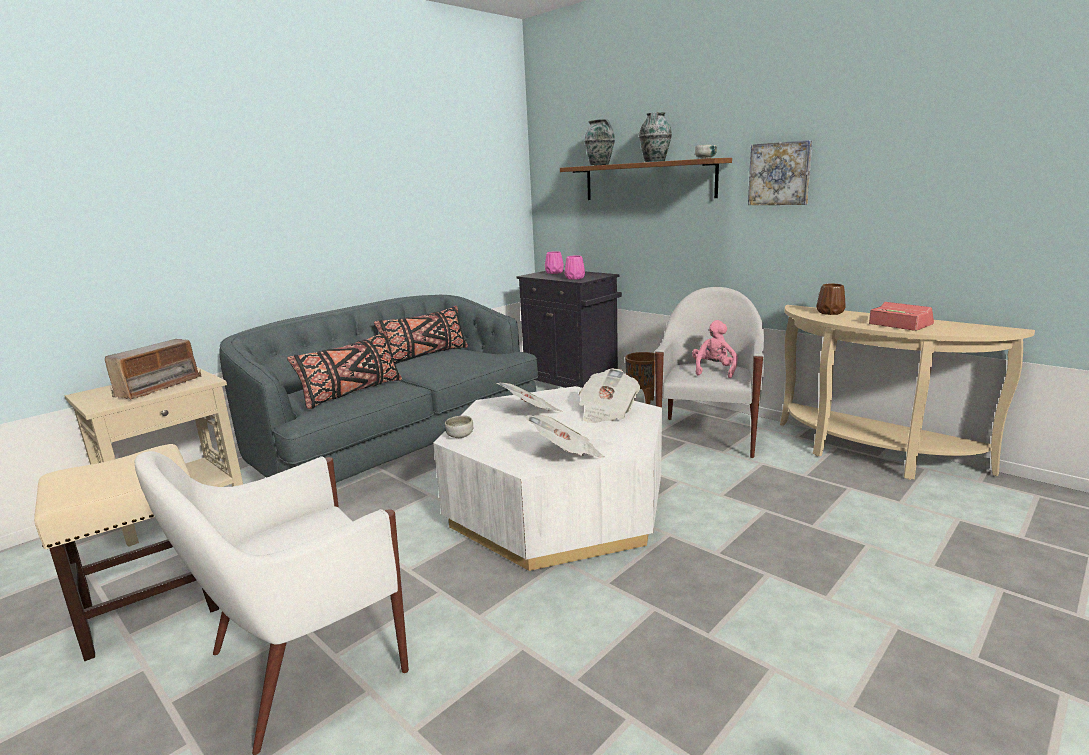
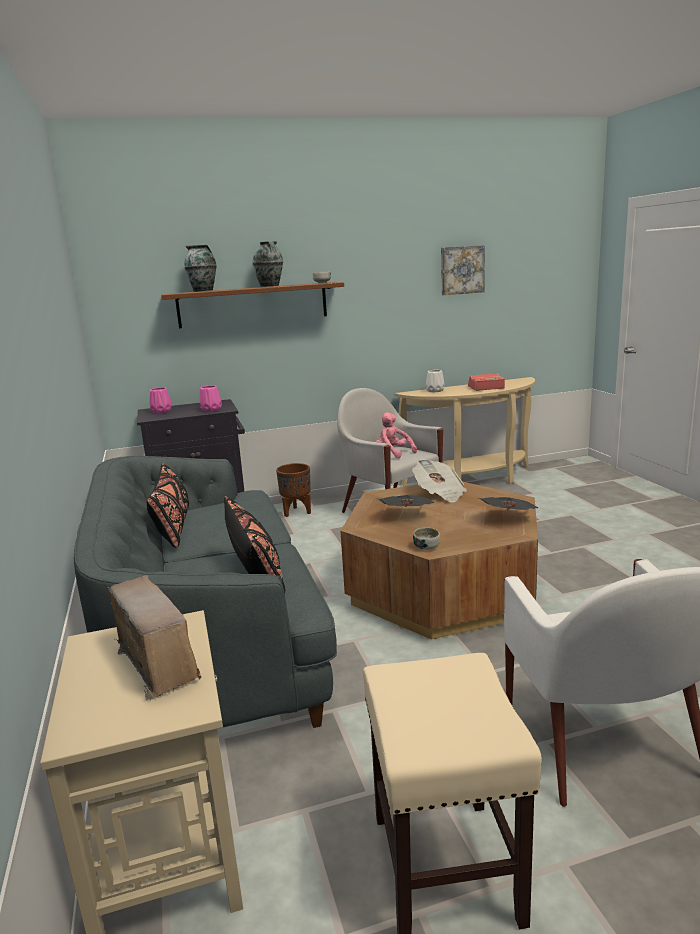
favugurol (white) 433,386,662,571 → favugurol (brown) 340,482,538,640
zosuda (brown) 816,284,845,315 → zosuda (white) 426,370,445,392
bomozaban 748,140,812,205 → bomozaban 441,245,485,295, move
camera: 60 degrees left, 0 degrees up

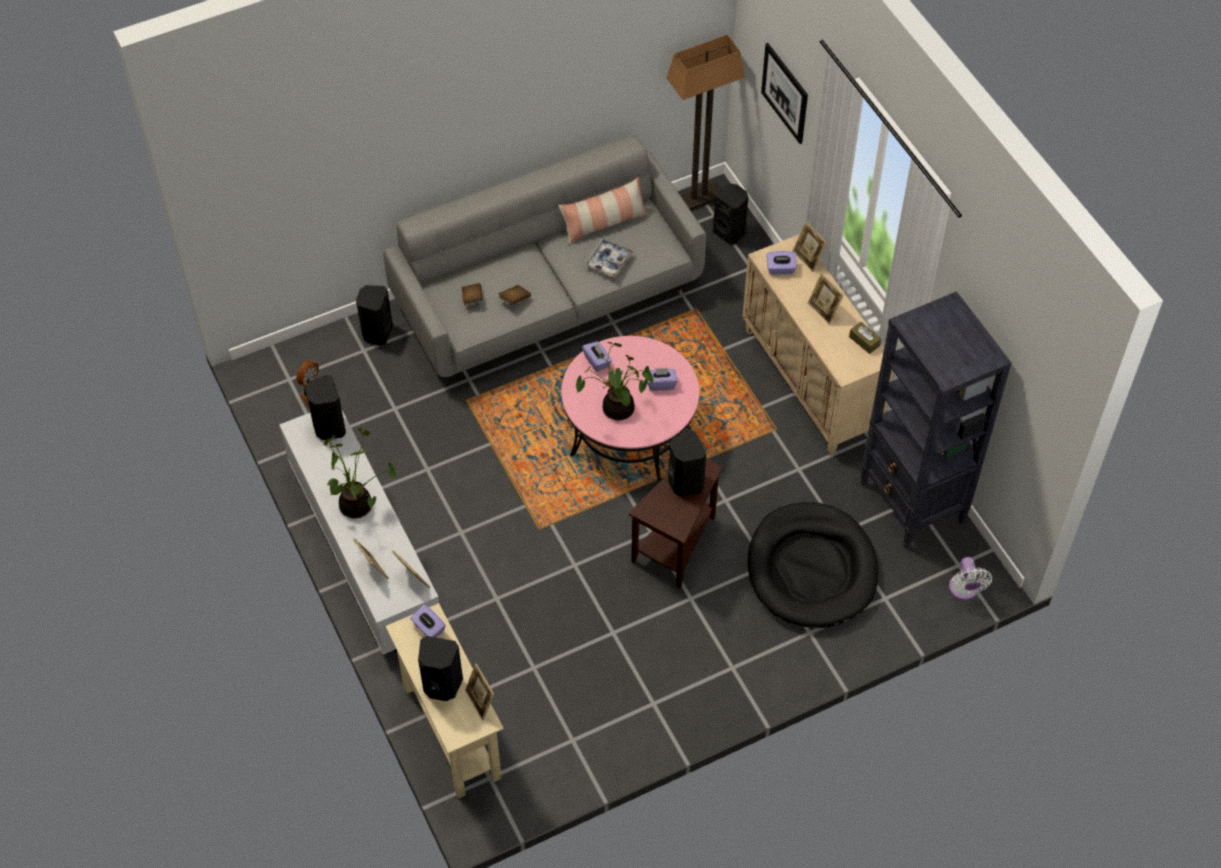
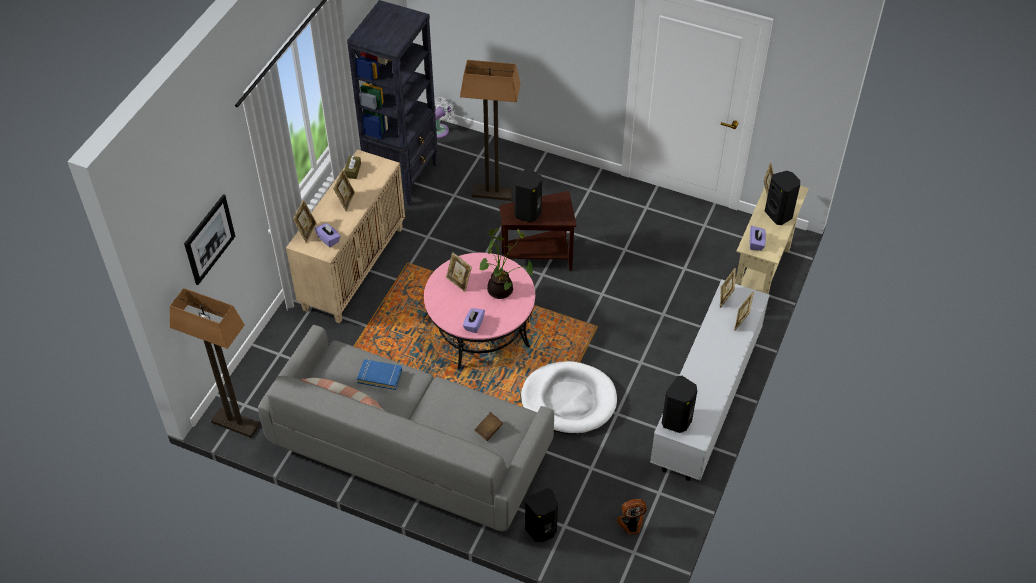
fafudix 584,238,634,277 → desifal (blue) 357,359,402,390
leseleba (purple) 648,368,677,391 → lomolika 446,252,472,292
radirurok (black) 748,502,878,628 → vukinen 460,60,521,201
- → radirurok (white) 521,361,617,434
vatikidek 323,427,397,518 → -
desifal (brown) 499,285,531,305 → -
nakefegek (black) 713,183,748,245 → -
camera: 130 degrees left, 5 degrees down

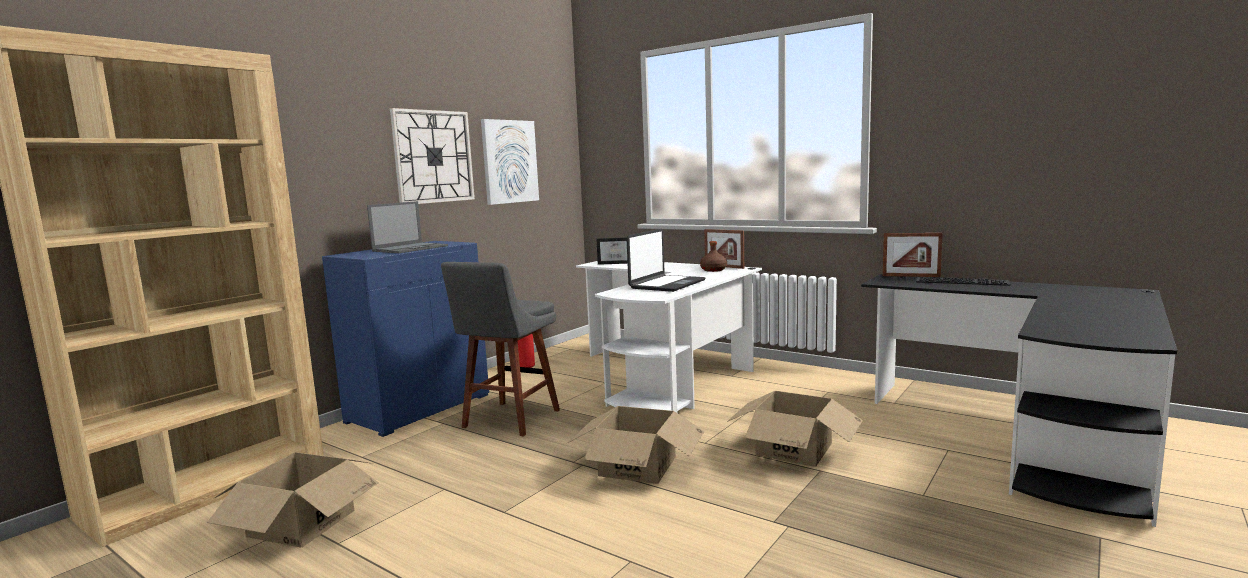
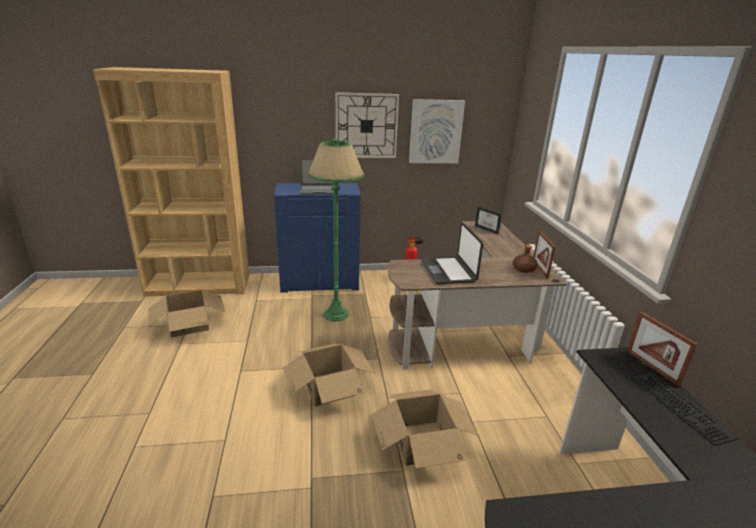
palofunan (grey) 441,262,560,437 → vukinen (green) 308,138,364,321
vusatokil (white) 576,261,762,413 → vusatokil (brown) 388,221,567,370
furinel 626,229,705,292 → furinel 422,222,483,284, 90 degrees clockwise
camera: 45 degrees right, 15 degrees up

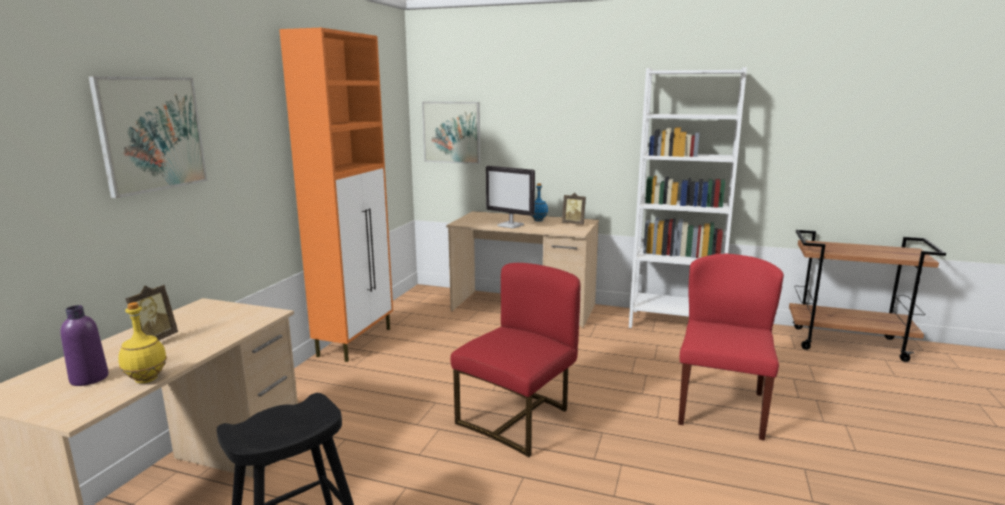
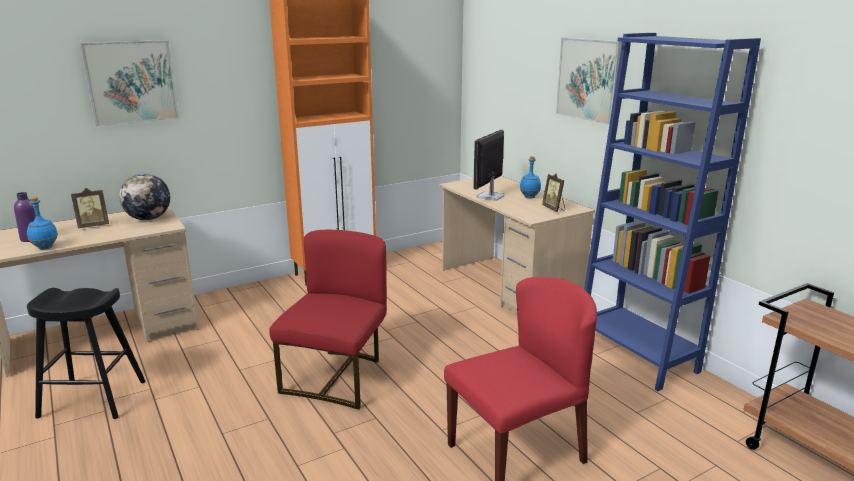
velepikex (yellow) 118,302,167,383 → velepikex (blue) 27,197,58,250
- → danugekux 119,173,170,220
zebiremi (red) 450,263,580,457 → zebiremi (red) 269,230,387,410, 60 degrees counterclockwise
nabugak 486,166,535,228 → nabugak 473,130,505,201, 45 degrees clockwise
bomozaban 422,102,480,164 → bomozaban 556,38,622,125, move
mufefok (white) 629,67,747,328 → mufefok (blue) 584,33,761,391
camera: 40 degrees right, 5 degrees up

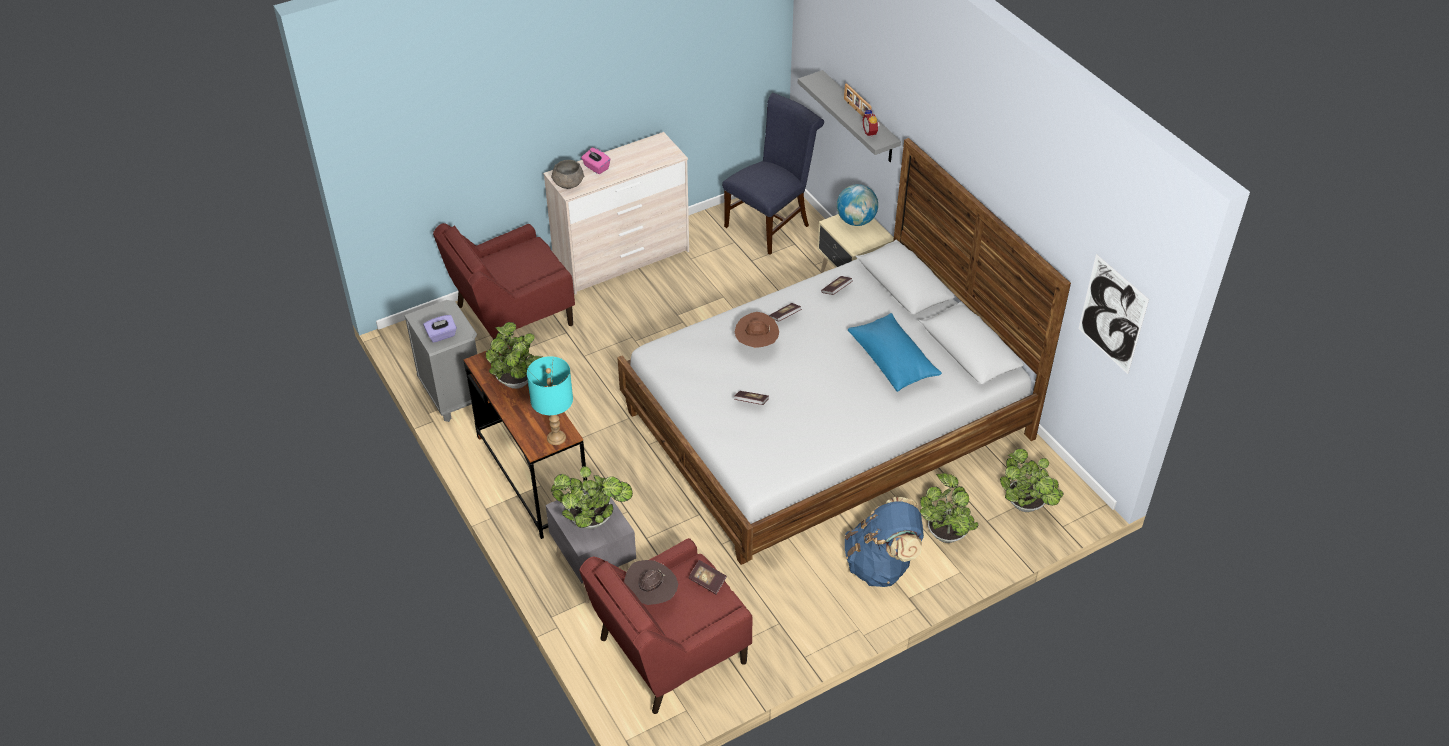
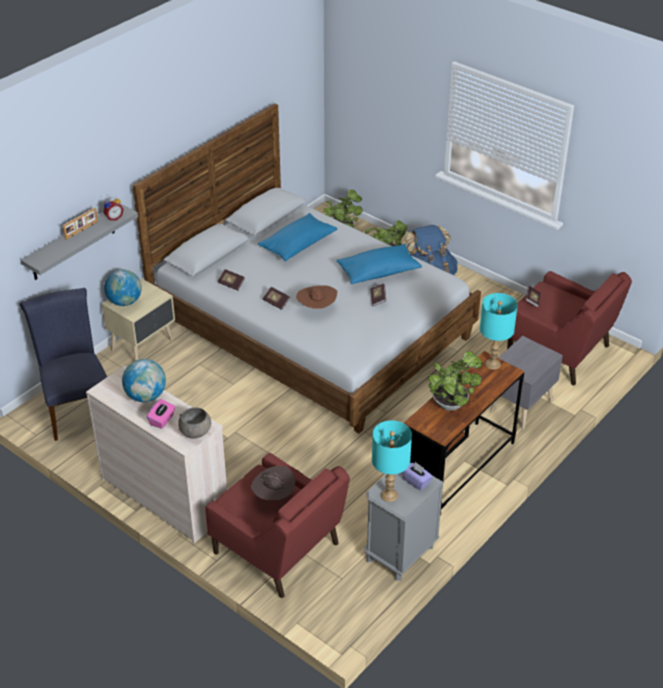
zebiremi (blue) 722,93,824,255 → zebiremi (blue) 20,288,107,441, 45 degrees clockwise
- → danugekux 122,359,166,402
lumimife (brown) 624,560,678,605 → lumimife (brown) 251,466,296,500, move
- → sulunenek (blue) 337,244,422,284
- → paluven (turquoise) 372,420,412,502
vatikidek 551,466,633,529 → -
bomozaban 1078,254,1149,374 → -
camera: 110 degrees left, 5 degrees down

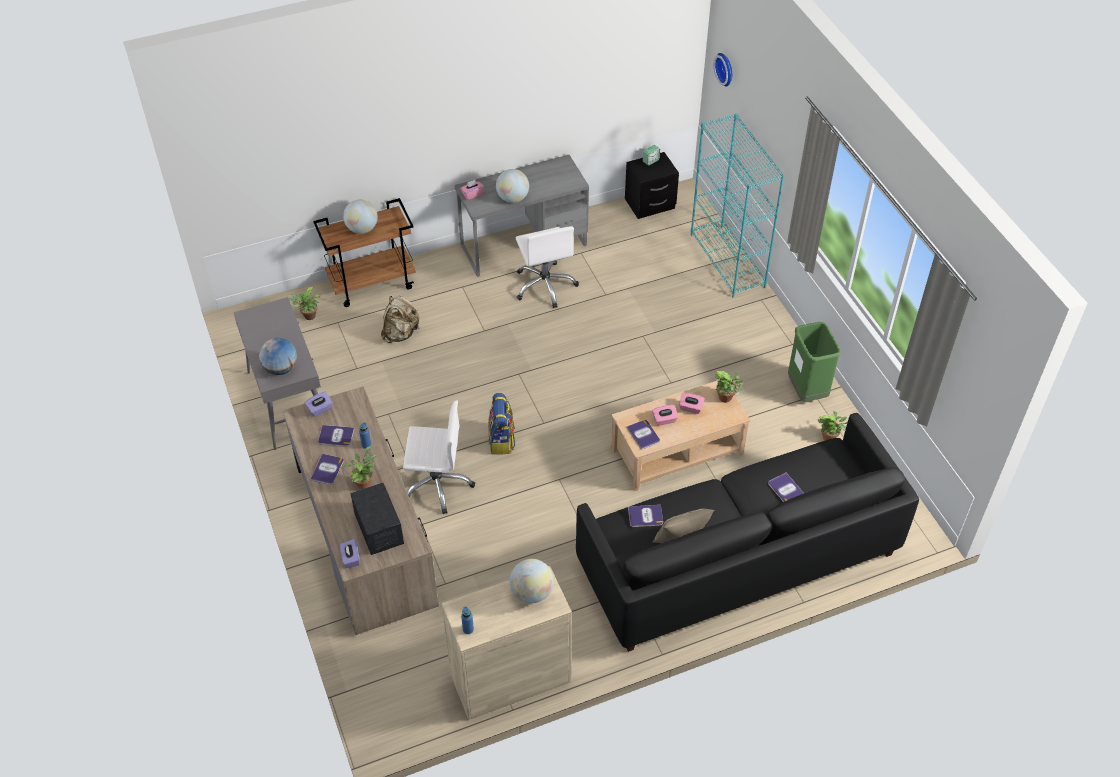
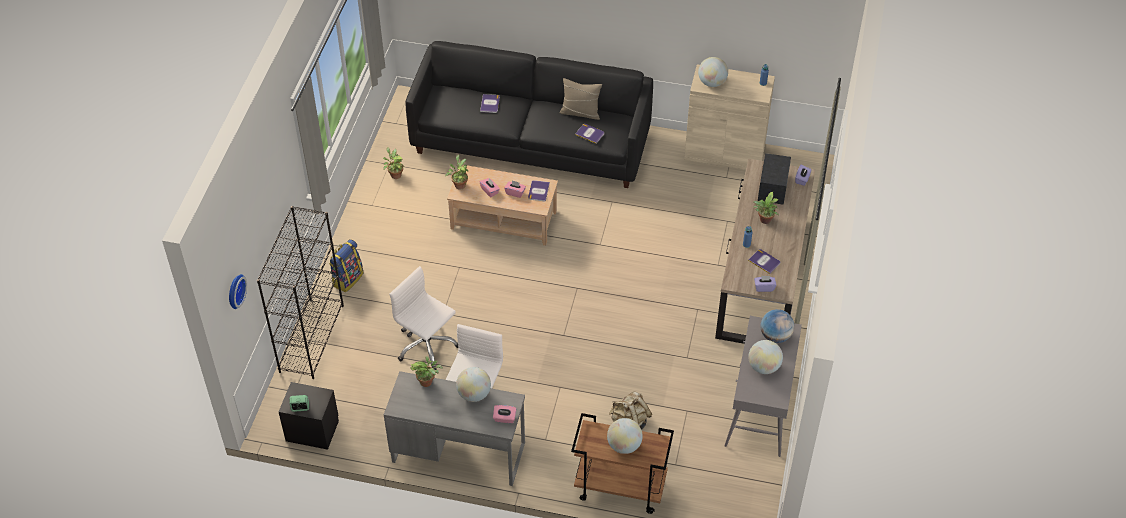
mufefok (turquoise) 691,114,784,298 → mufefok (black) 257,206,344,379
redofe 488,393,516,455 → redofe 329,239,364,292, move
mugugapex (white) 403,400,475,514 → mugugapex (white) 389,266,458,370, move
vatikidek 289,287,320,320 → vatikidek 410,356,443,387, move
- → danugekux 748,340,783,374
desifal 310,454,344,485 → -
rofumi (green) 788,322,841,402 → -
camera: 145 degrees left, 0 degrees up

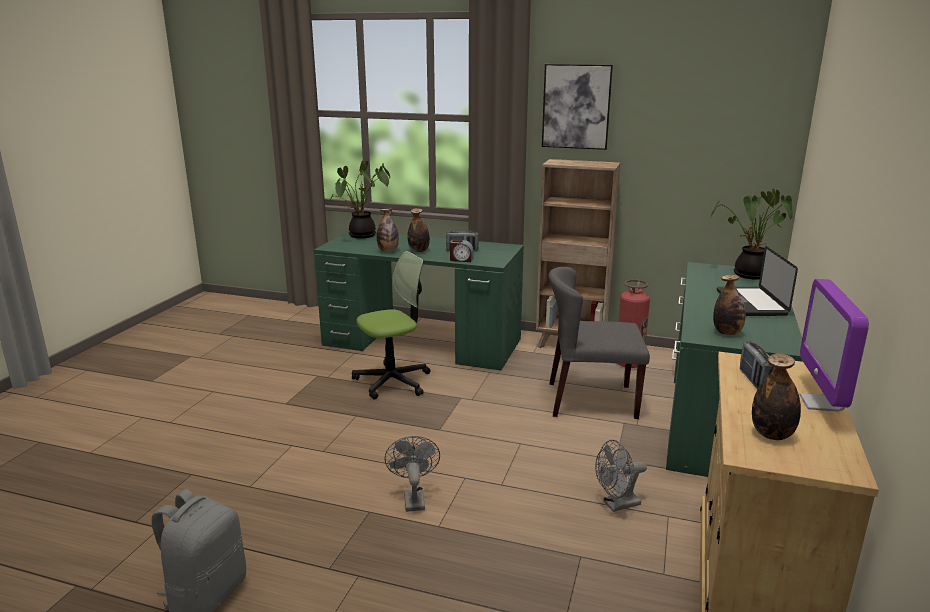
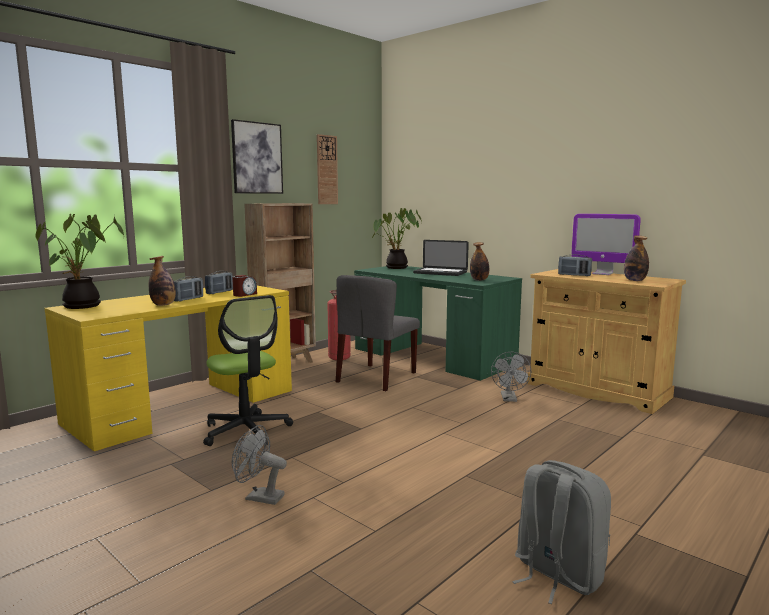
vusatokil (green) 314,231,524,371 → vusatokil (yellow) 44,286,292,451
velepikex 407,208,430,252 → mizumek 174,276,203,301
mugugapex 352,251,431,399 → mugugapex 203,295,293,446, 150 degrees clockwise
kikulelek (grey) 384,436,440,512 → kikulelek (grey) 232,425,287,505, move
- → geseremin 317,134,338,204
camera: 65 degrees left, 10 degrees down

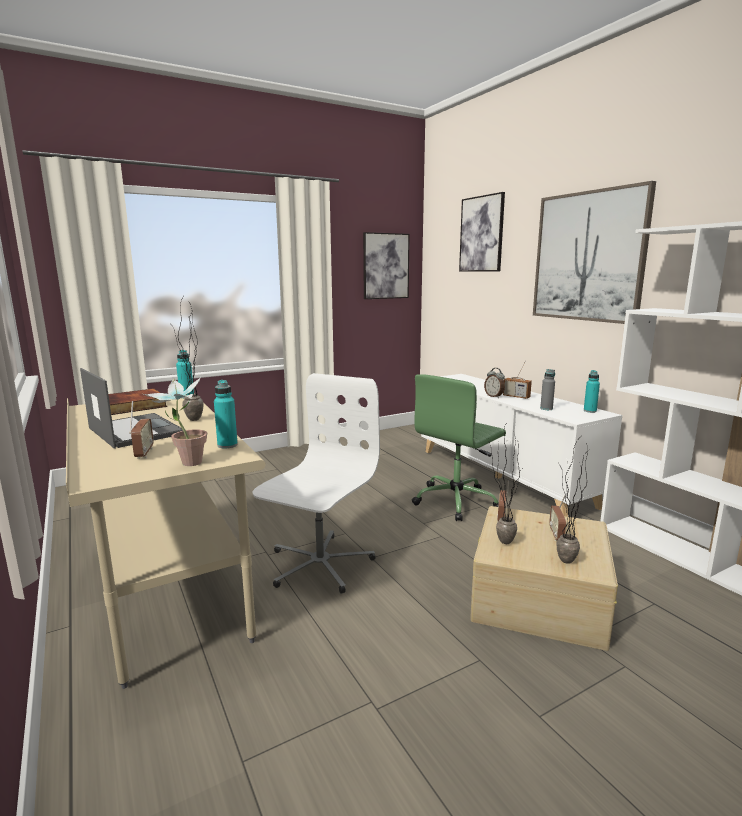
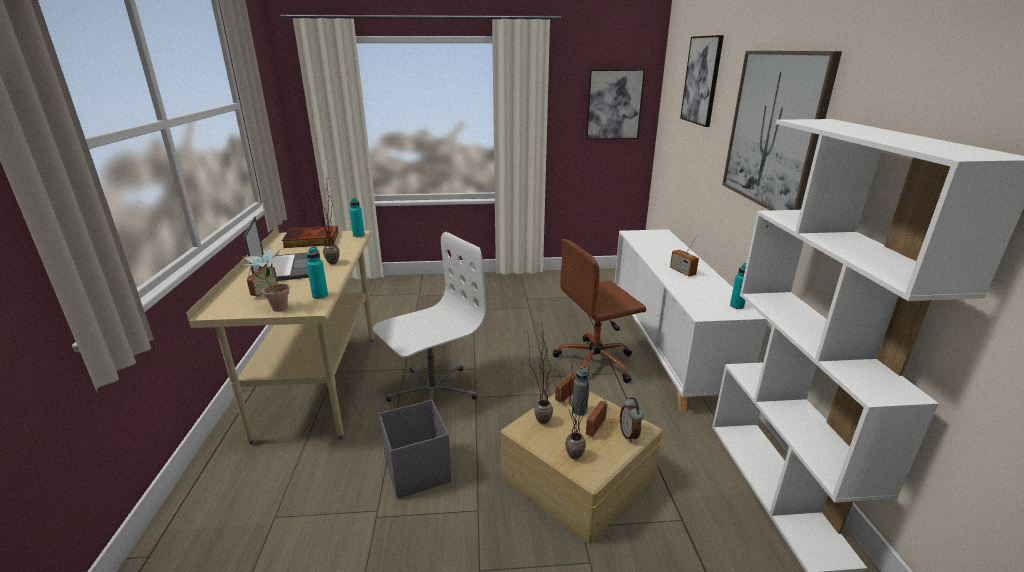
- → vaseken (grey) 379,400,452,499
mugugapex (green) 412,374,506,522 → mugugapex (brown) 553,239,646,383
velepikex (grey) 540,369,555,410 → velepikex (grey) 572,367,589,416, move
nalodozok 484,368,505,398 → nalodozok 620,397,643,442, move
camera: 25 degrees right, 10 degrees up

